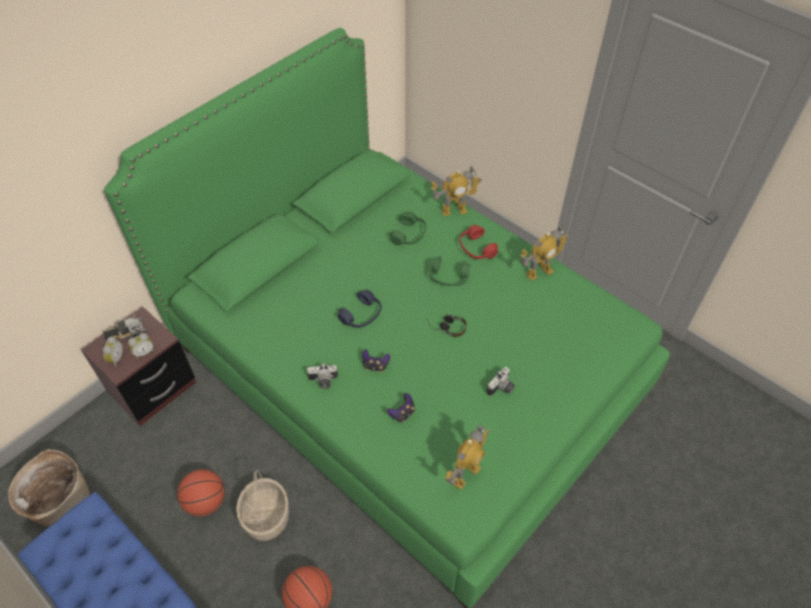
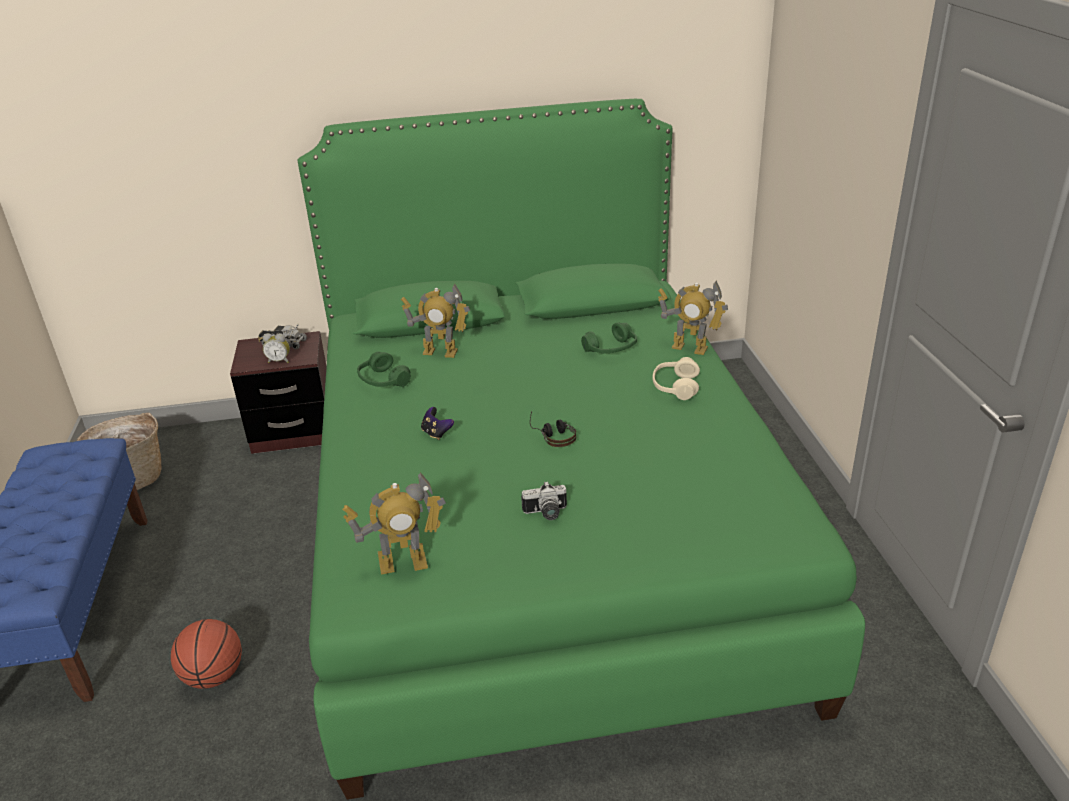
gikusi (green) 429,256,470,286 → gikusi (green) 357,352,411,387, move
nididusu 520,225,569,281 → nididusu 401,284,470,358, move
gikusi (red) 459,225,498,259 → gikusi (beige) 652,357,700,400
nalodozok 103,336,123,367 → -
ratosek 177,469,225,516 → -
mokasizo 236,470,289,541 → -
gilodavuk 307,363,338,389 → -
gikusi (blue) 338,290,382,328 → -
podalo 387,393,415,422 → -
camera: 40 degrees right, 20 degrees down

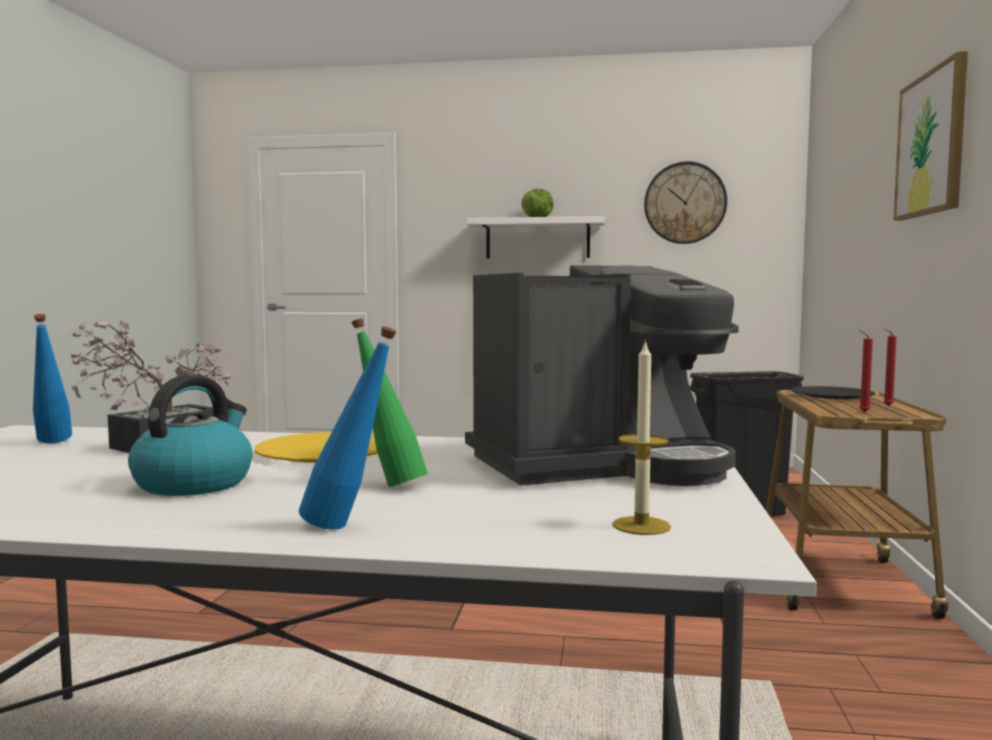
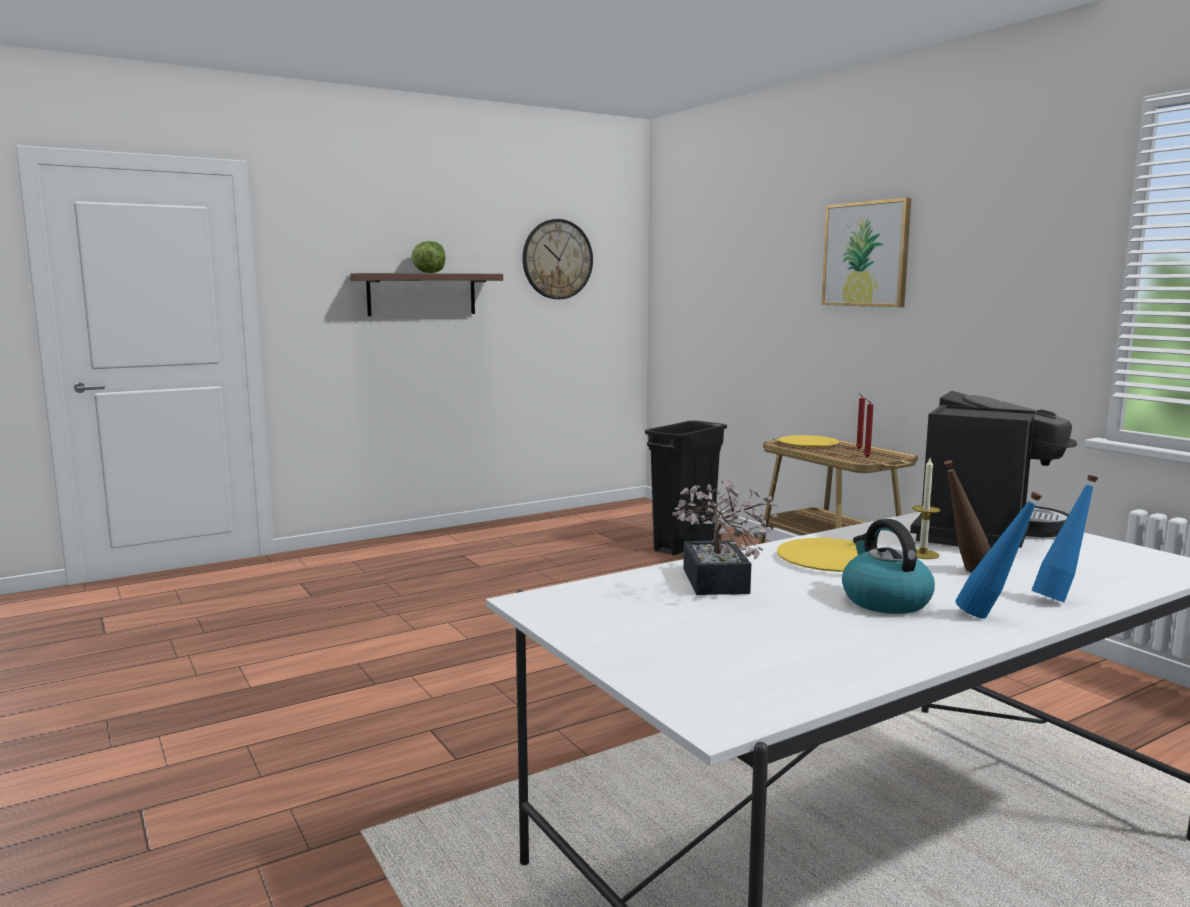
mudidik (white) 467,216,605,259 → mudidik (brown) 350,273,503,316
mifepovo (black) 792,386,875,399 → mifepovo (yellow) 778,435,839,447
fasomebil 612,339,671,535 → fasomebil 912,458,940,559, move
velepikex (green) 351,319,428,487 → velepikex (brown) 944,460,990,573
velepikex (blue) 33,314,72,443 → velepikex (blue) 955,491,1042,618, move
camera: 40 degrees left, 5 degrees up

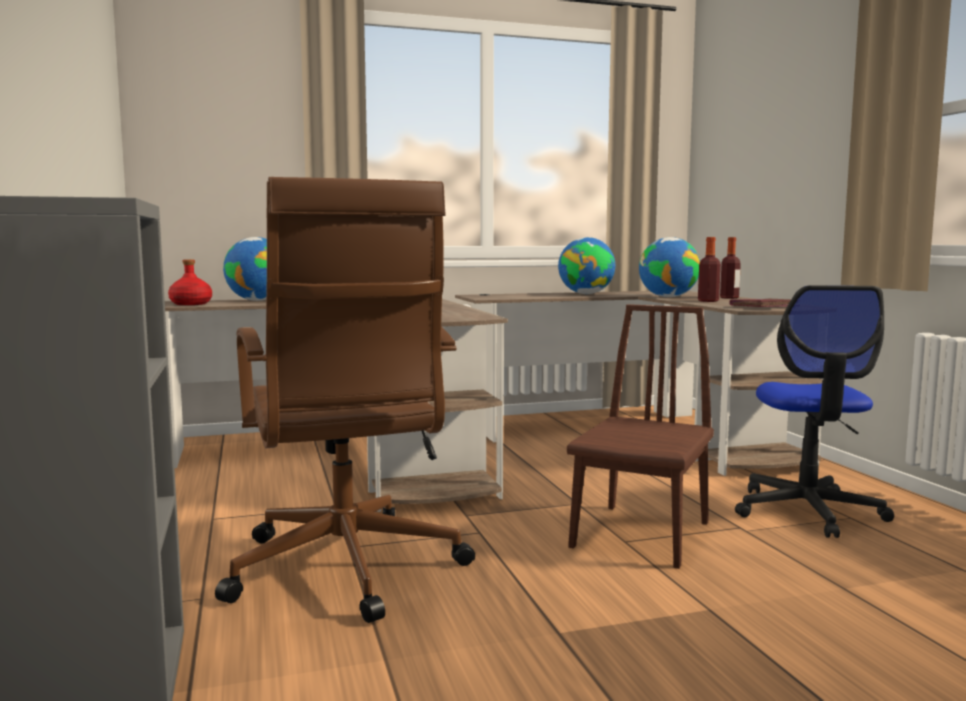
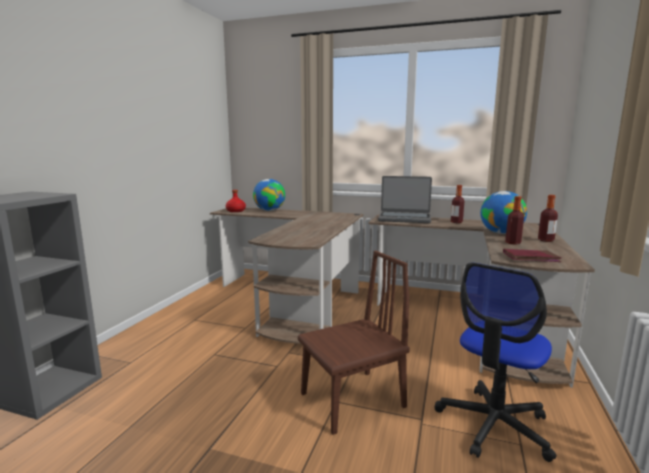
- → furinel 378,176,432,223
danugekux 558,237,615,294 → velepikex 451,185,464,223
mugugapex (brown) 215,177,475,623 → -
camera: 35 degrees right, 5 degrees up

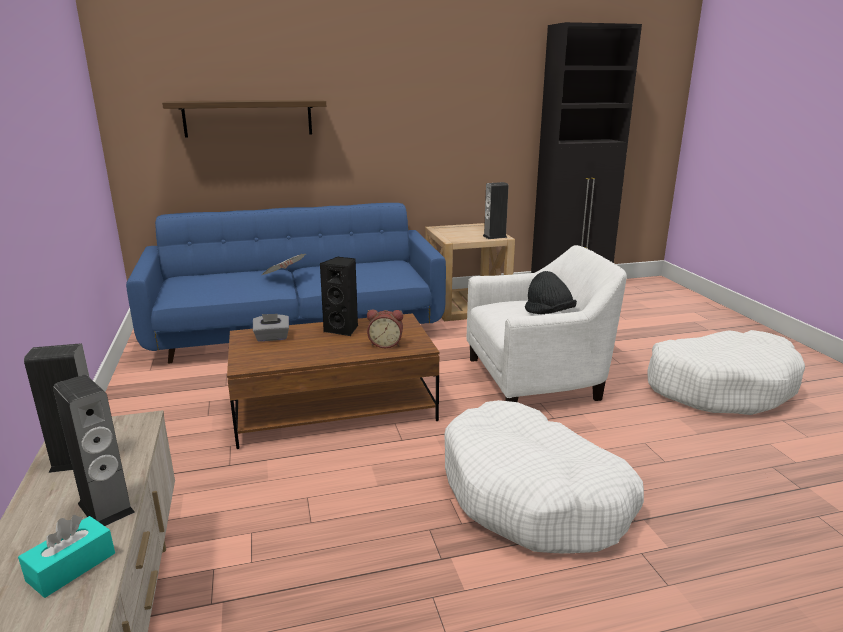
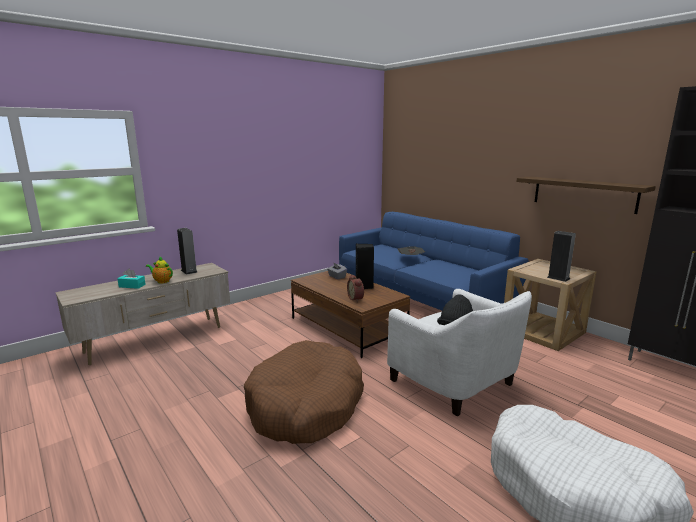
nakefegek 53,375,135,526 → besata 146,257,173,284
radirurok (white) 444,400,644,553 → radirurok (brown) 244,340,364,444
mudidik 162,100,326,137 → mudidik 517,176,656,214, move
camera: 65 degrees right, 5 degrees down

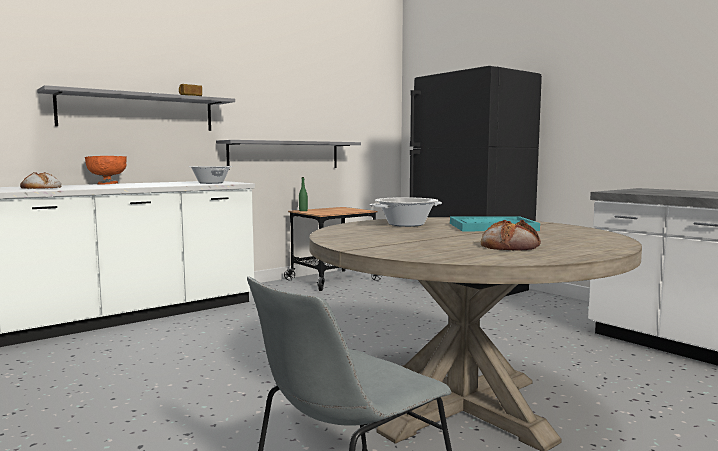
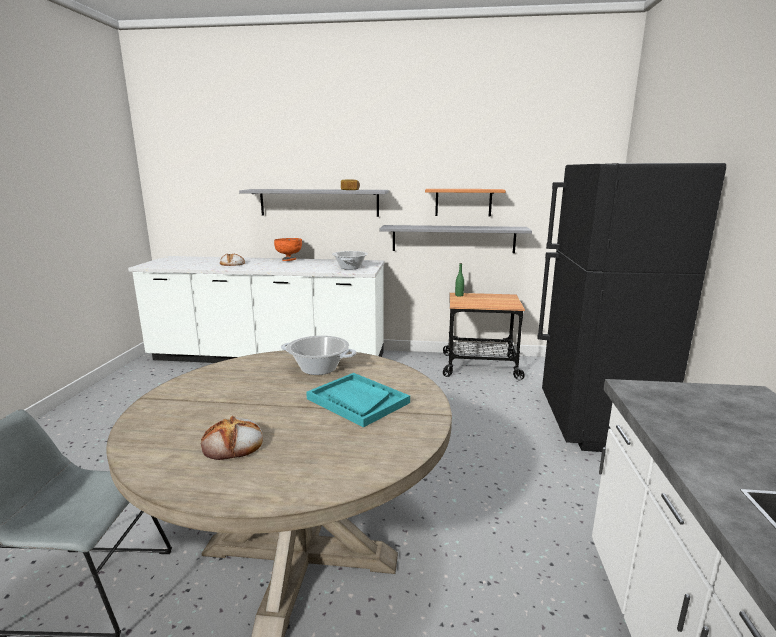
- → mudidik 425,189,506,217
camera: 45 degrees right, 10 degrees up

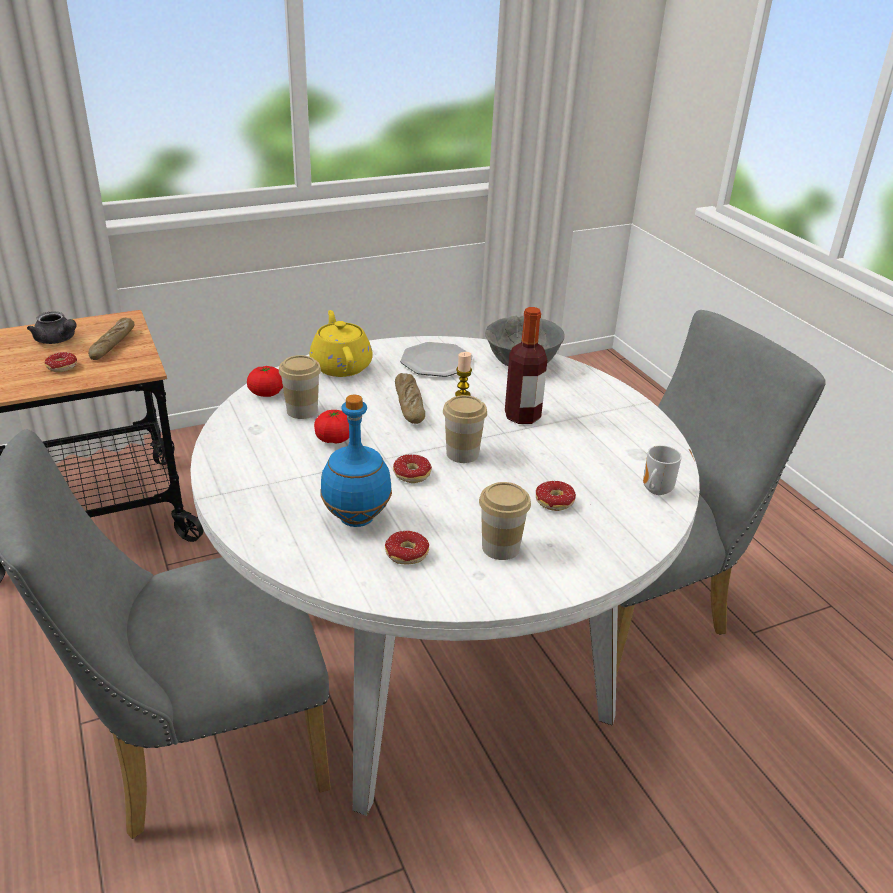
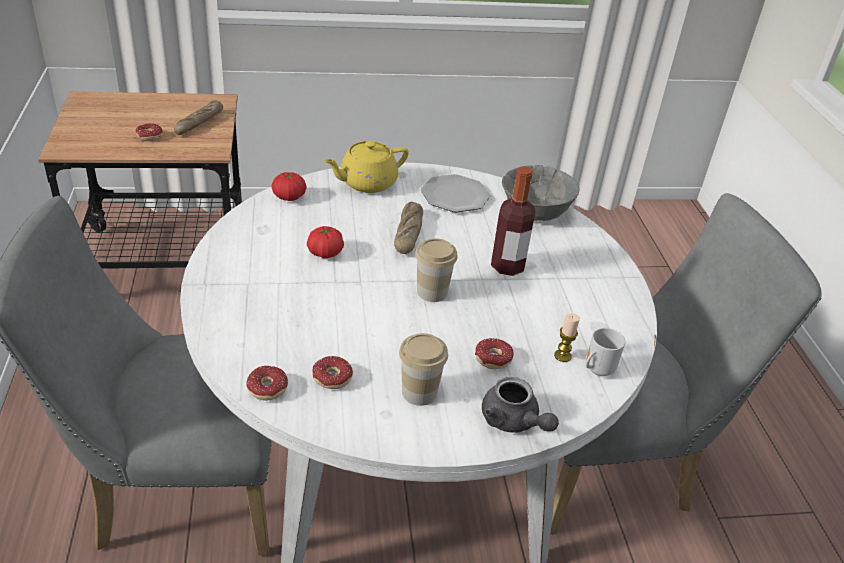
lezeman 393,454,432,483 → lezeman 229,366,288,401, move
besata (yellow) 309,310,373,377 → besata (yellow) 324,141,409,193, 120 degrees counterclockwise
besata (grey) 27,311,77,344 → besata (grey) 482,377,559,433, move
fasomebil 455,352,472,396 → fasomebil 554,313,580,362, move
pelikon 279,355,321,419 → -
velepikex (blue) 321,395,392,527 → -
camera: 15 degrees right, 5 degrees up

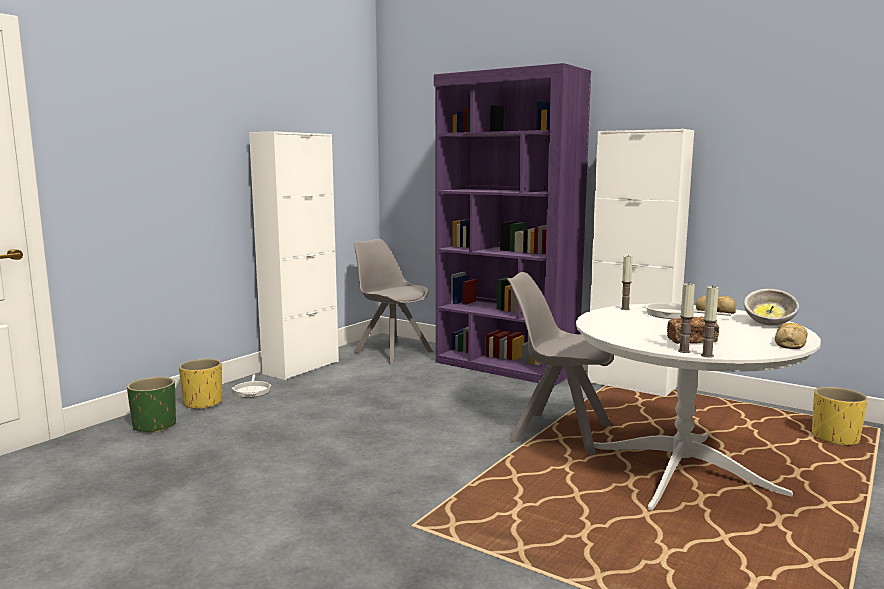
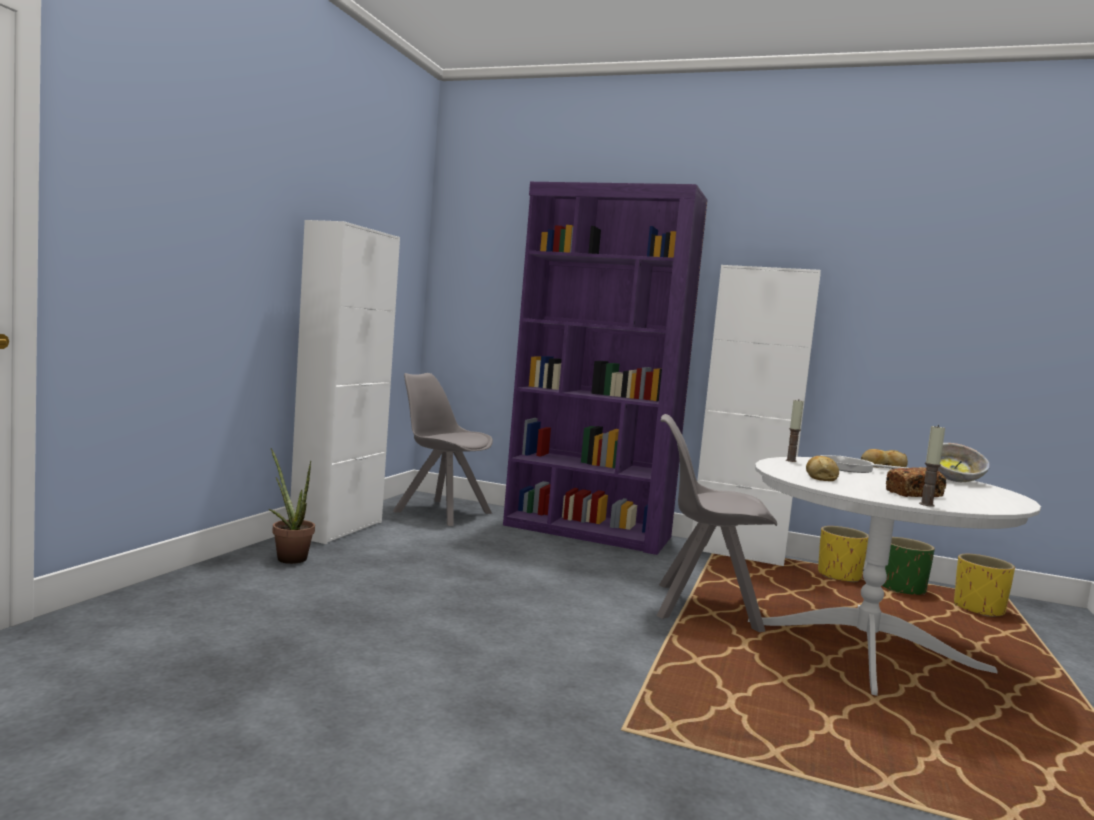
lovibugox 232,374,272,397 → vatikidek 269,448,315,564
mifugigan 775,323,808,349 → mifugigan 806,456,839,481, move
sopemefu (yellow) 179,359,222,410 → sopemefu (yellow) 818,526,869,582, move
sopemefu (green) 127,377,176,433 → sopemefu (green) 882,537,935,595, move
fasomebil 701,286,719,358 → -
camera: 15 degrees left, 5 degrees down

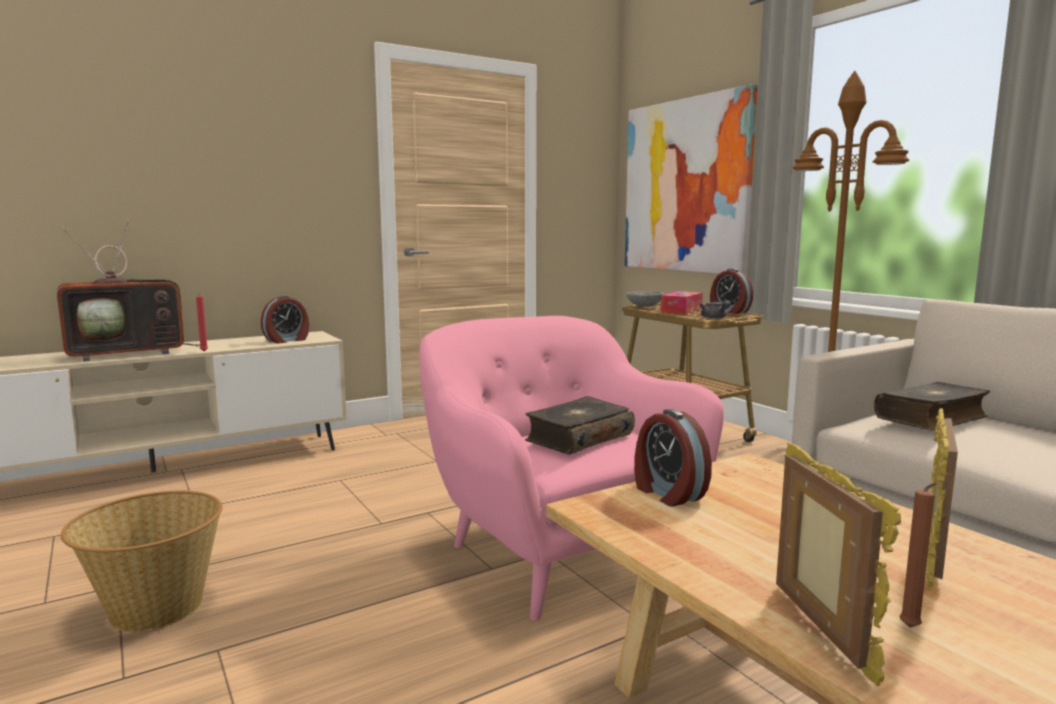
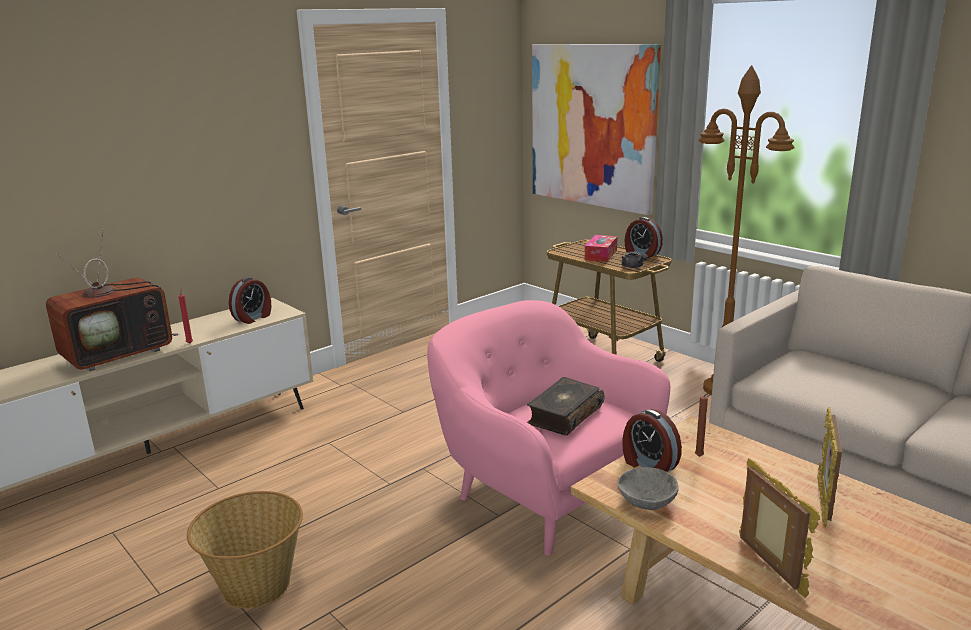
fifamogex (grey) 626,291,664,307 → fifamogex (grey) 617,467,679,510, move
fasomebil (brown) 899,482,937,627 → fasomebil (brown) 695,394,708,457, move
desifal 874,382,990,431 → -
camera: 10 degrees left, 10 degrees up

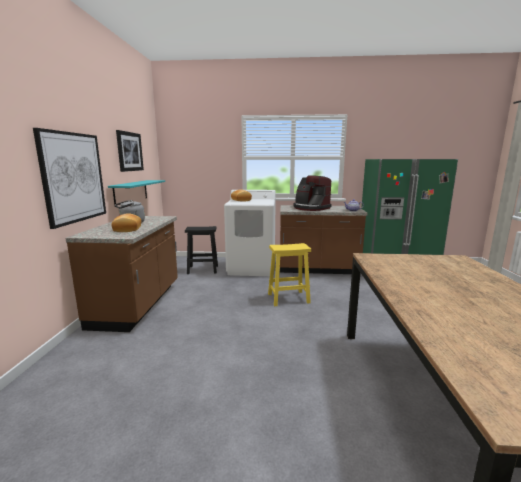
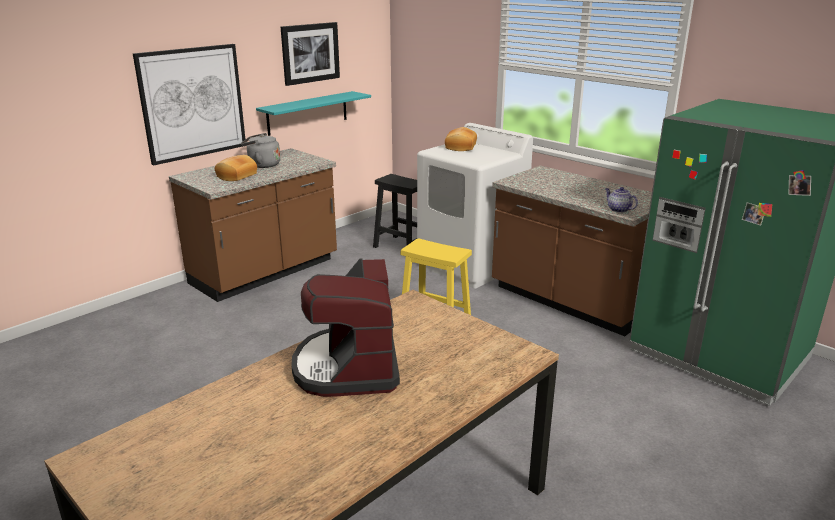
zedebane 294,175,332,211 → zedebane 291,259,400,397, move
camera: 40 degrees right, 10 degrees up

